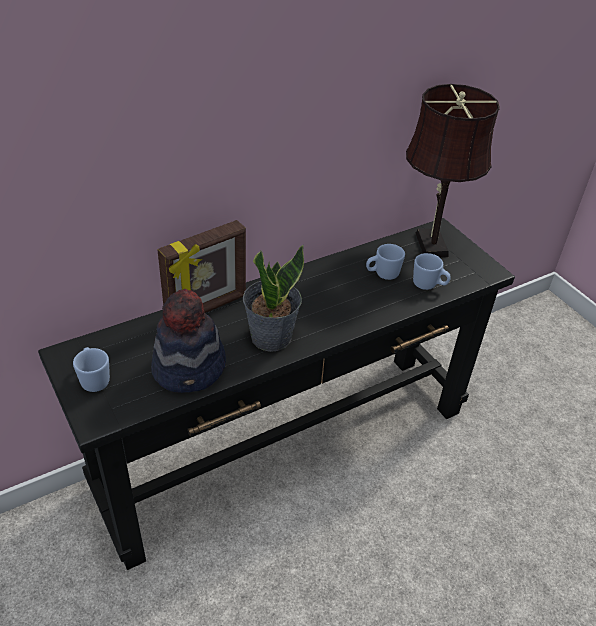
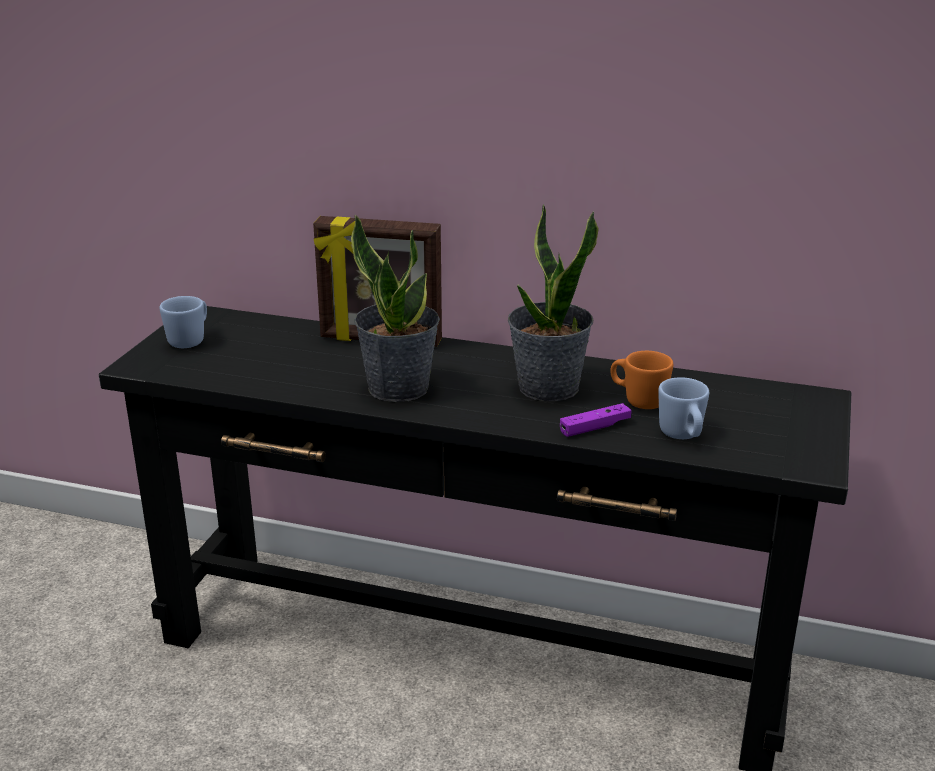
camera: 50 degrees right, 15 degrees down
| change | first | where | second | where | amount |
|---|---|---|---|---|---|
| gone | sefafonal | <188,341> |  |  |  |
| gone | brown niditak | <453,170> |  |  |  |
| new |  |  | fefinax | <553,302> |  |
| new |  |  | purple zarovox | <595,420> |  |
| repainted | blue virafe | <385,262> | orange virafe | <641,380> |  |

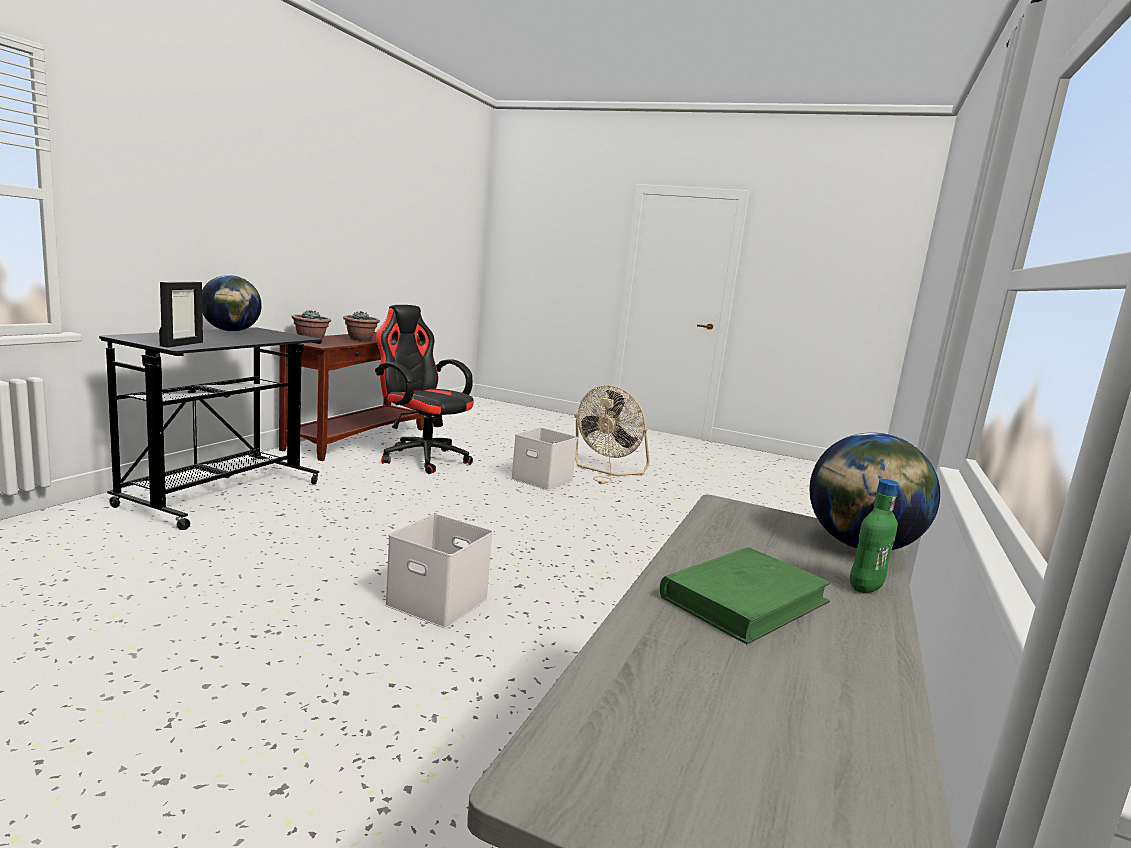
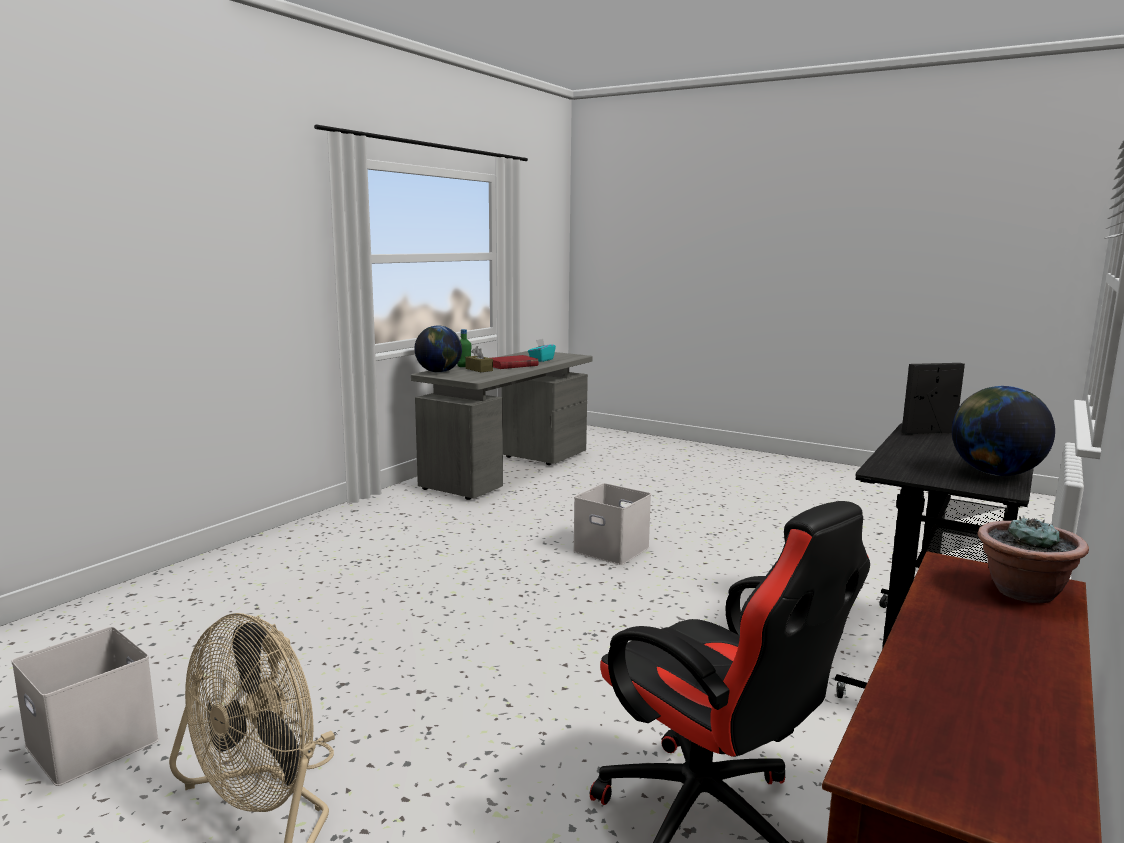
camera: 170 degrees left, 0 degrees up
| change | first | where | second | where | amount |
|---|---|---|---|---|---|
| gone | fefinax | <361,326> |  |  |  |
| new |  |  | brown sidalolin | <479,359> |  |
| new |  |  | turquoise sidalolin | <542,350> |  |
| shifted | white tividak | <544,459> |  | <85,706> |  |
| repainted | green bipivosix | <745,596> | red bipivosix | <515,362> |  |
| rotated | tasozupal | <181,314> |  | <933,398> | 60 degrees clockwise |

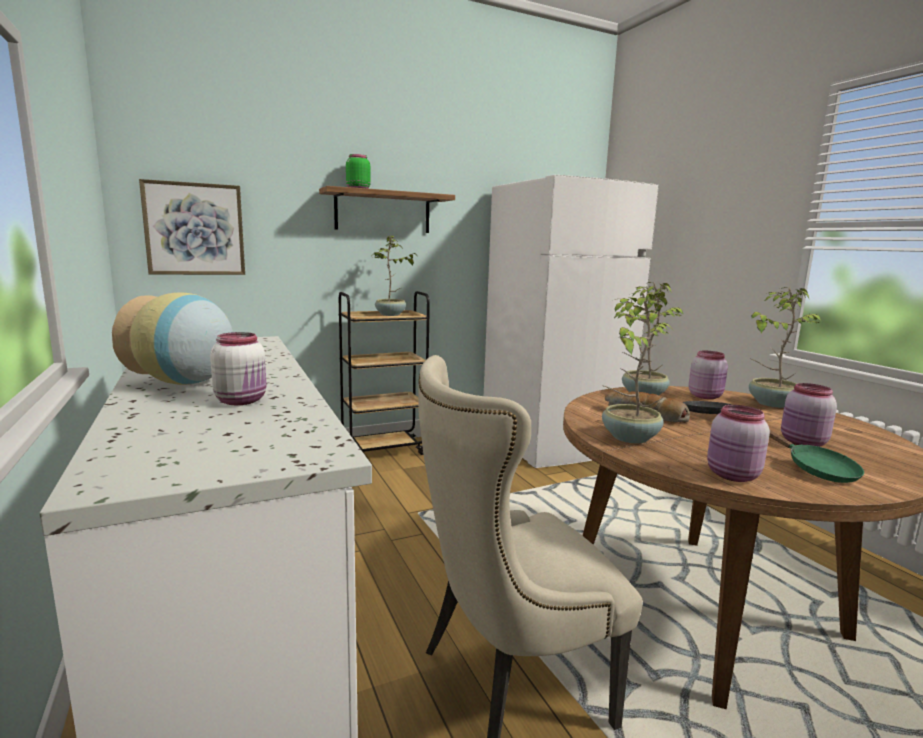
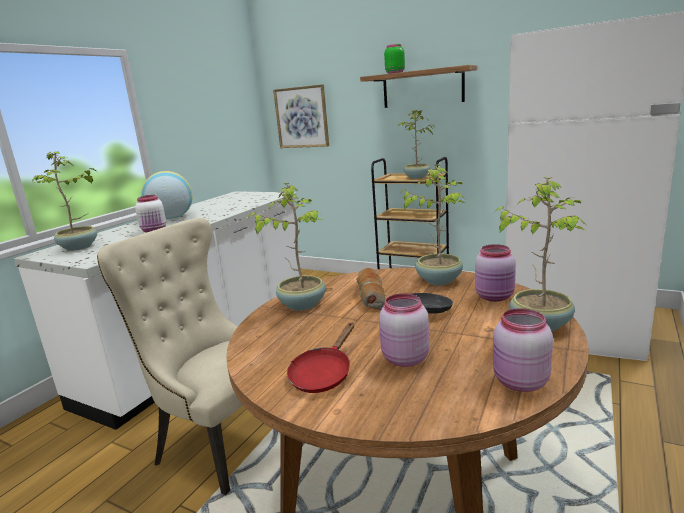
camera: 55 degrees right, 5 degrees up
| change | first | where | second | where | amount |
|---|---|---|---|---|---|
| new |  |  | fefinax | <64,201> |  |
| shifted | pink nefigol | <738,443> |  | <523,350> |  |
| repainted | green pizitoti | <816,456> | red pizitoti | <320,357> |  |

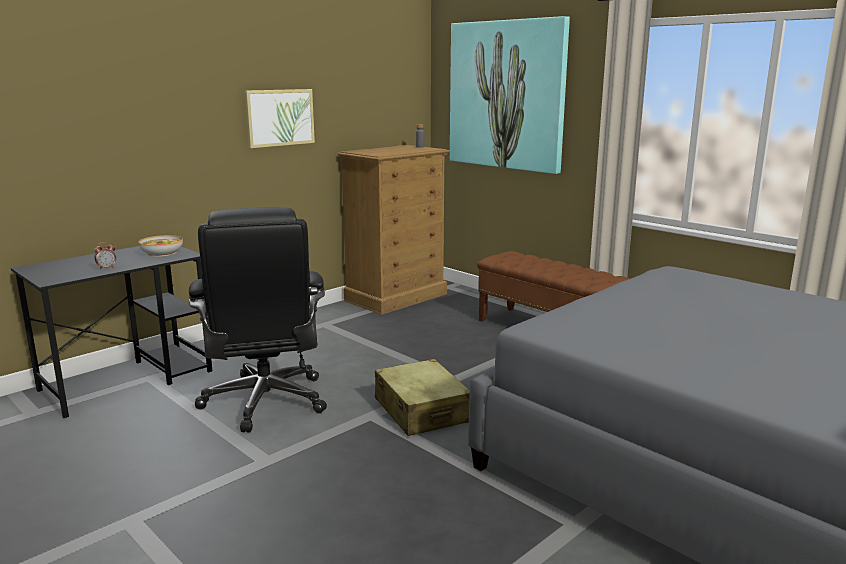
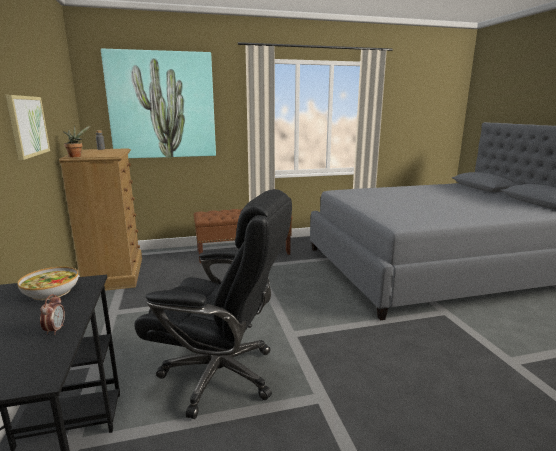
camera: 60 degrees left, 0 degrees up
| change | first | where | second | where | amount |
|---|---|---|---|---|---|
| gone | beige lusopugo | <422,397> |  |  |  |
| new |  |  | fefinax | <77,141> |  |

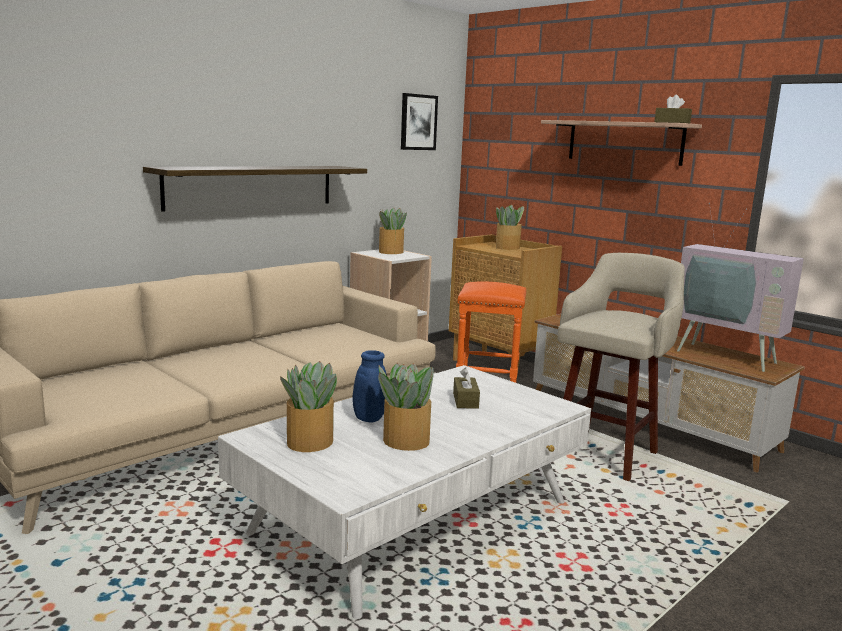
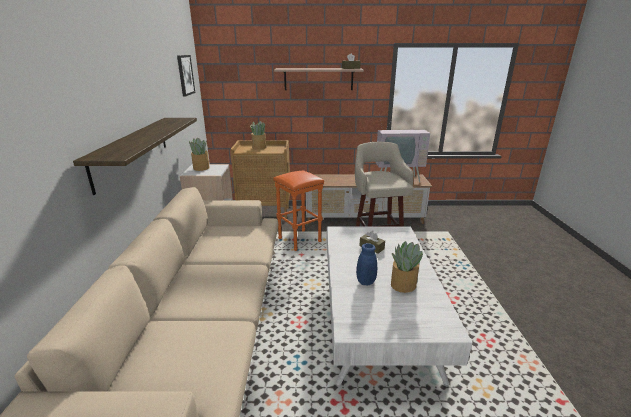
camera: 45 degrees left, 10 degrees up
| change | first | where | second | where | amount |
|---|---|---|---|---|---|
| gone | fefinax | <308,406> |  |  |  |

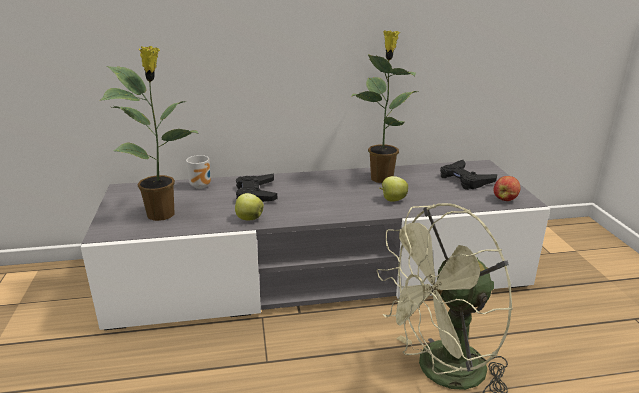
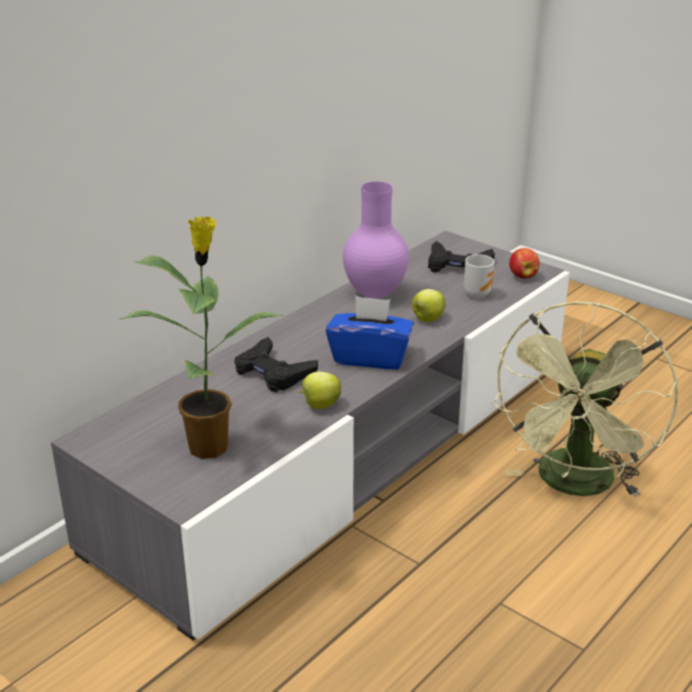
camera: 40 degrees left, 5 degrees up
| change | first | where | second | where | amount |
|---|---|---|---|---|---|
| new |  |  | blue sidalolin | <370,332> |  |
| shifted | virafe | <198,172> |  | <479,276> |  |
| swapped | fefinax | <385,106> | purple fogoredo | <376,240> |  |

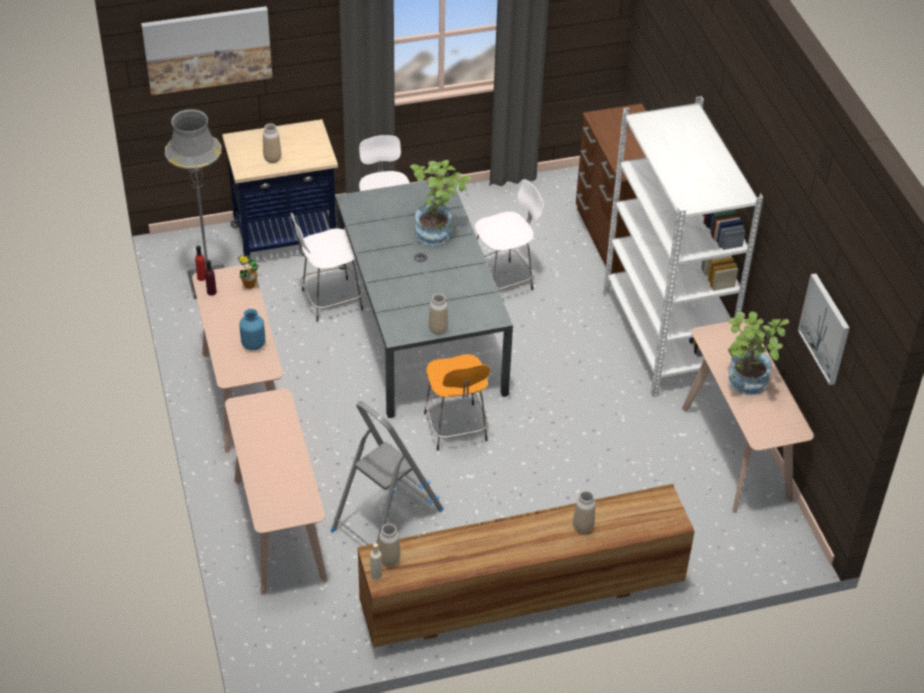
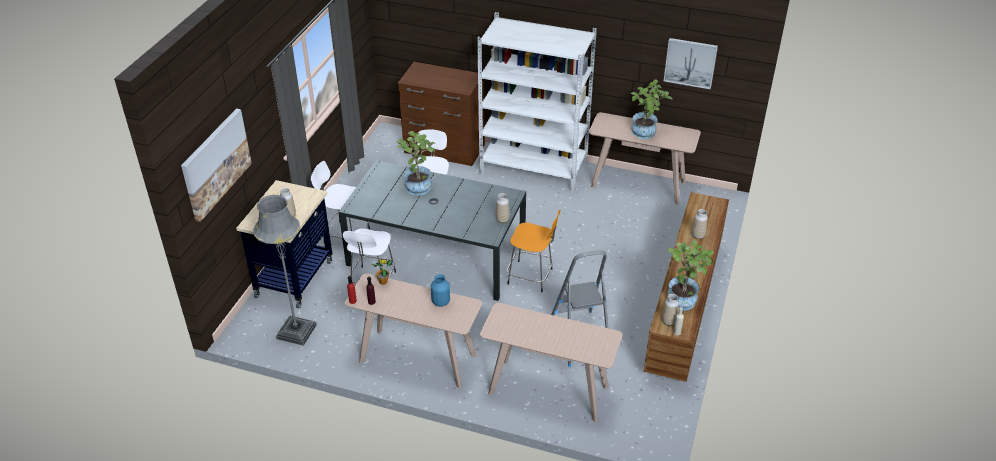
camera: 55 degrees left, 5 degrees down
| change | first | where | second | where | amount |
|---|---|---|---|---|---|
| new |  |  | fefinax | <690,276> |  |

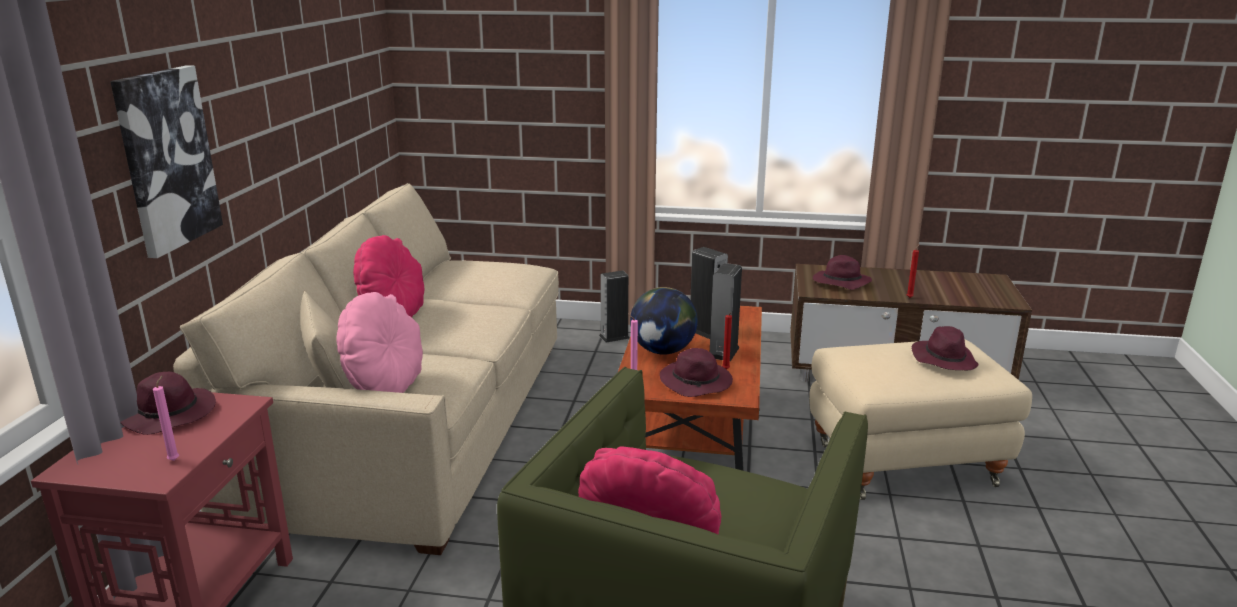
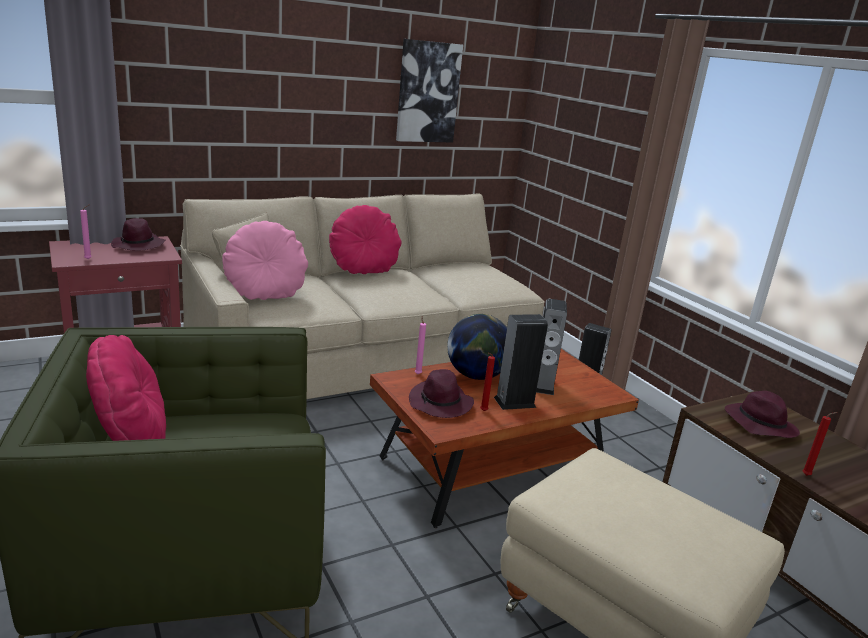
camera: 50 degrees right, 0 degrees up
| change | first | where | second | where | amount |
|---|---|---|---|---|---|
| gone | purple sefafonal | <945,348> |  |  |  |
| shifted | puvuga | <166,161> |  | <429,91> |  |

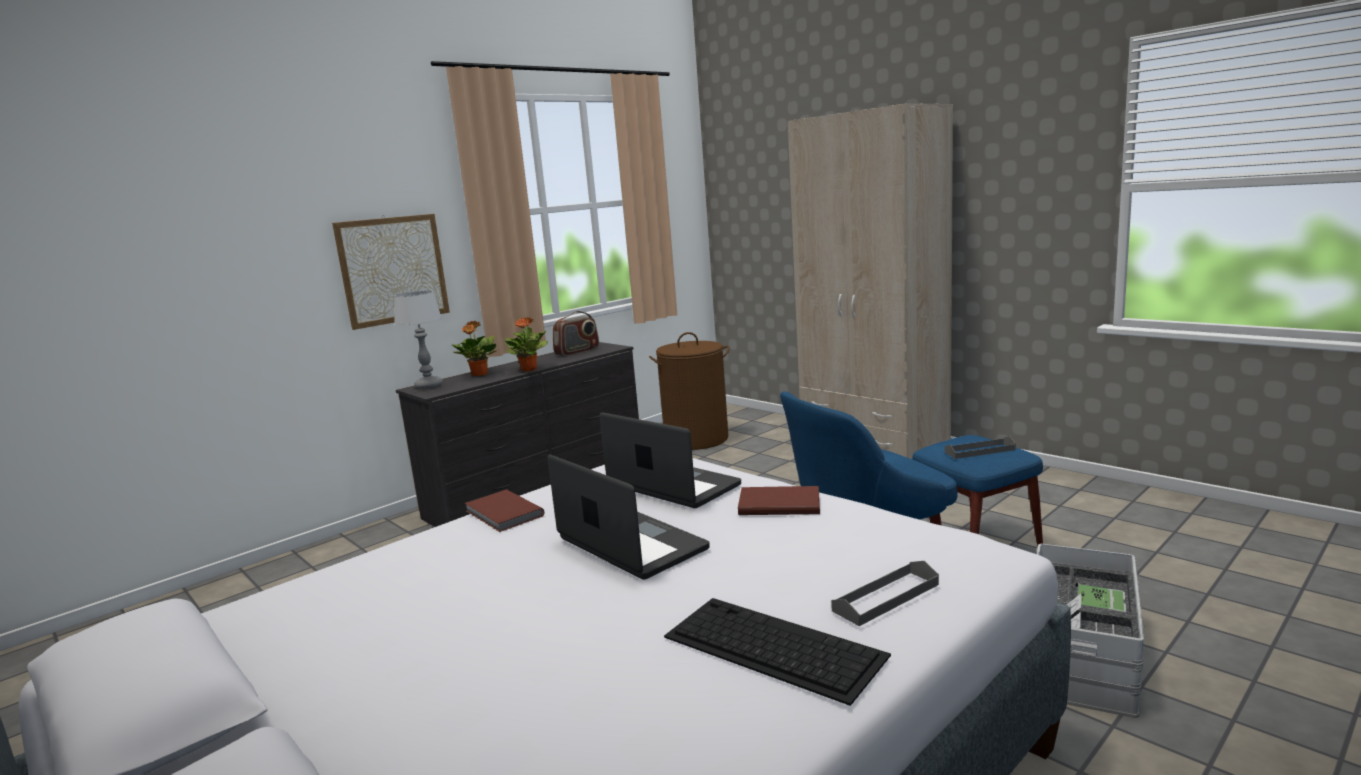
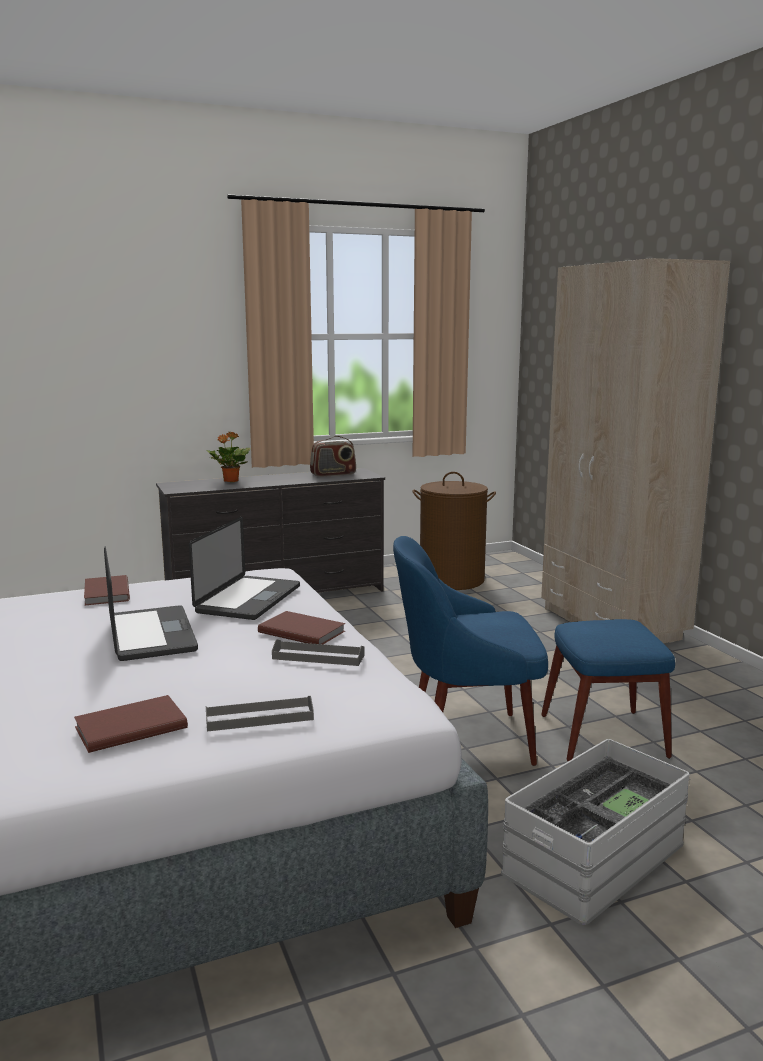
camera: 20 degrees right, 0 degrees up
| change | first | where | second | where | amount |
|---|---|---|---|---|---|
| gone | puvuga | <391,272> |  |  |  |
| gone | niditak | <418,340> |  |  |  |
| gone | fefinax | <526,344> |  |  |  |
| shifted | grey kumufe | <980,447> |  | <318,652> |  |
| swapped | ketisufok | <777,652> | brown bipivosix | <131,724> |  |
| rotated | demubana | <670,460> |  | <244,568> | 45 degrees clockwise |

